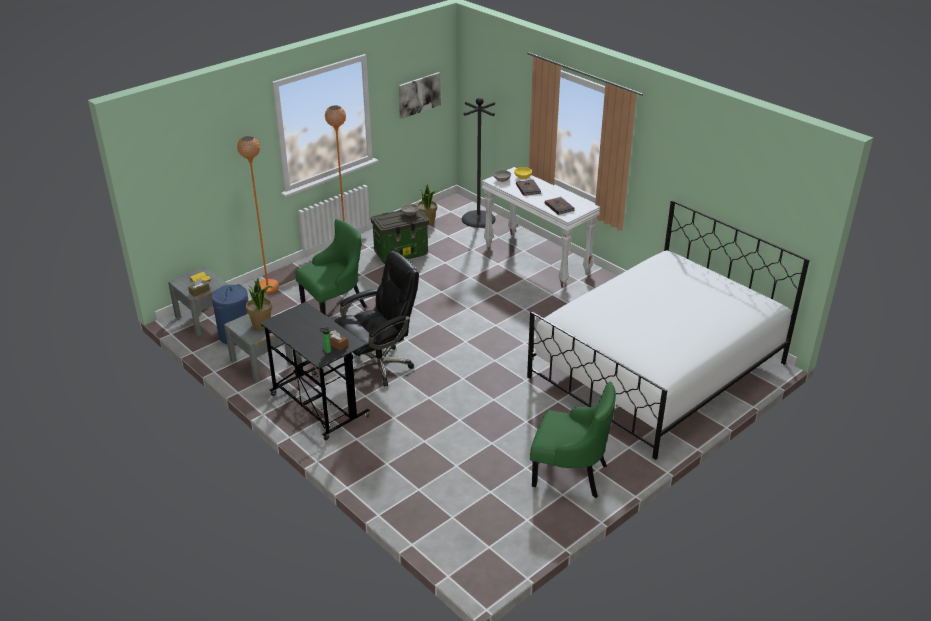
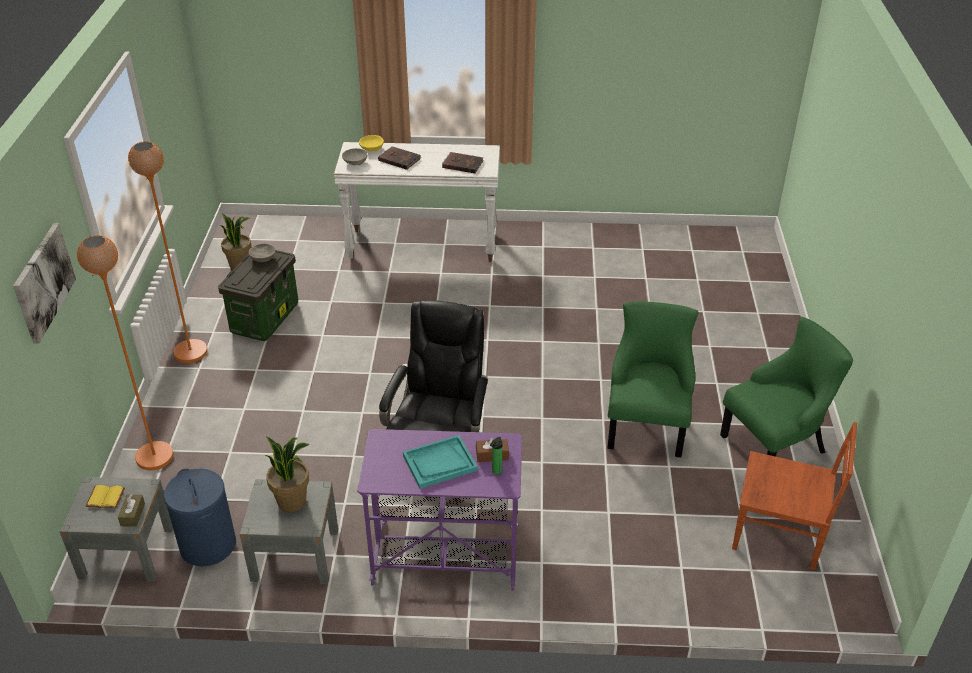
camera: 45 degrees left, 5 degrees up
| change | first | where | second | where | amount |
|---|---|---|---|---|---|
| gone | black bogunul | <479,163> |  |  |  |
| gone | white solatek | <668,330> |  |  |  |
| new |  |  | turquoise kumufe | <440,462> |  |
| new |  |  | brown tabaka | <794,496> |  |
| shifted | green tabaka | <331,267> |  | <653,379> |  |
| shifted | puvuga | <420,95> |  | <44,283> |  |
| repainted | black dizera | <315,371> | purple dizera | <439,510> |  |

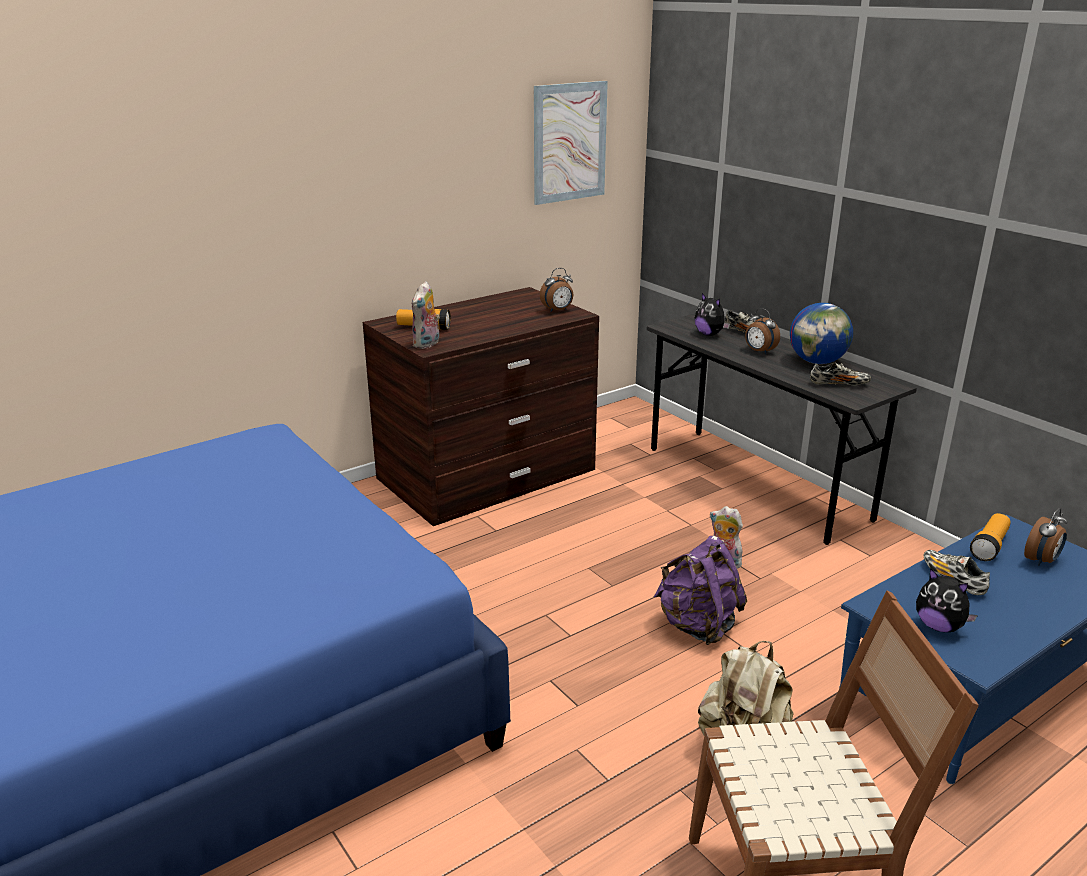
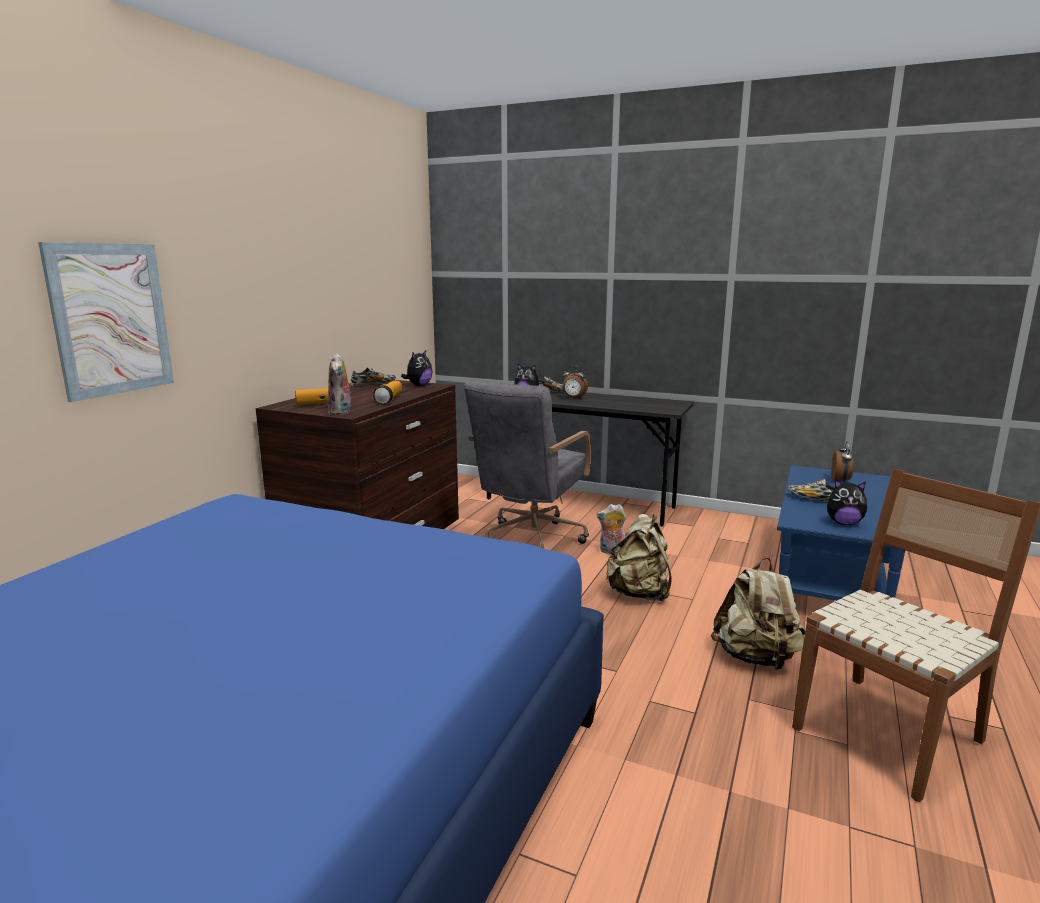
camera: 30 degrees left, 10 degrees down
| change | first | where | second | where | amount |
|---|---|---|---|---|---|
| gone | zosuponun | <821,333> |  |  |  |
| new |  |  | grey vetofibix | <527,464> |  |
| shifted | puvuga | <571,143> |  | <106,322> |  |
| shifted | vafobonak | <840,374> |  | <373,377> |  |
| shifted | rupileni | <990,537> |  | <387,392> |  |
| swapped | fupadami | <556,290> | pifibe | <417,368> |  |
| repainted | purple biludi | <700,590> | beige biludi | <639,558> |  |

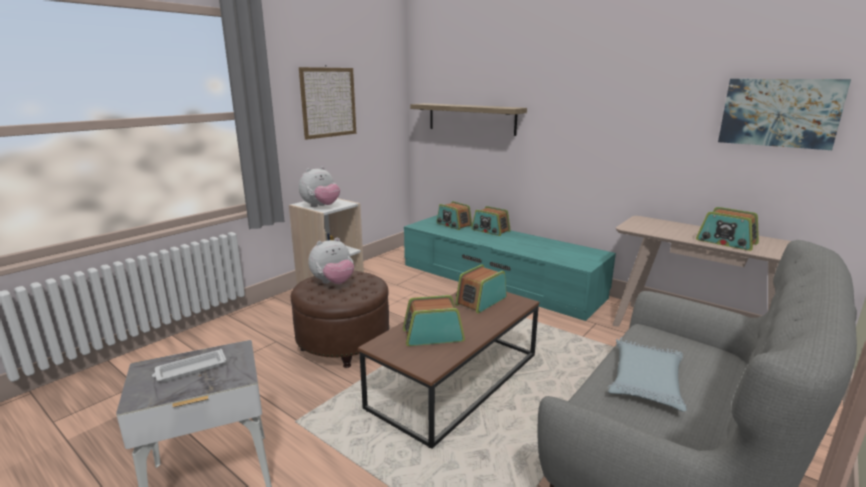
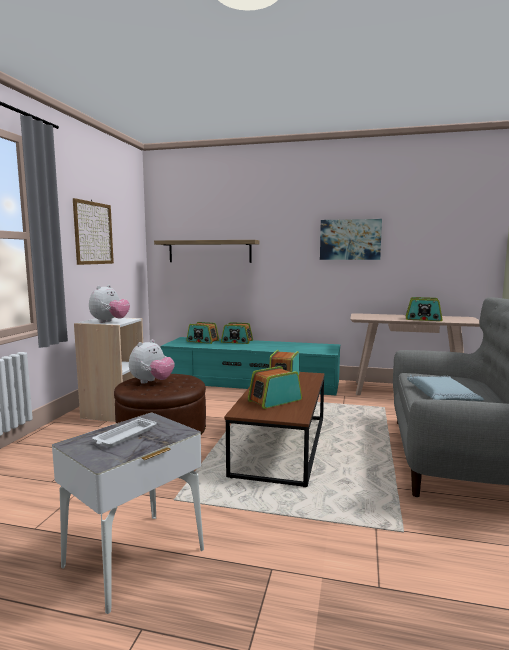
camera: 25 degrees left, 10 degrees down
| change | first | where | second | where | amount |
|---|---|---|---|---|---|
| shifted | puvuga | <784,114> |  | <351,239> |  |

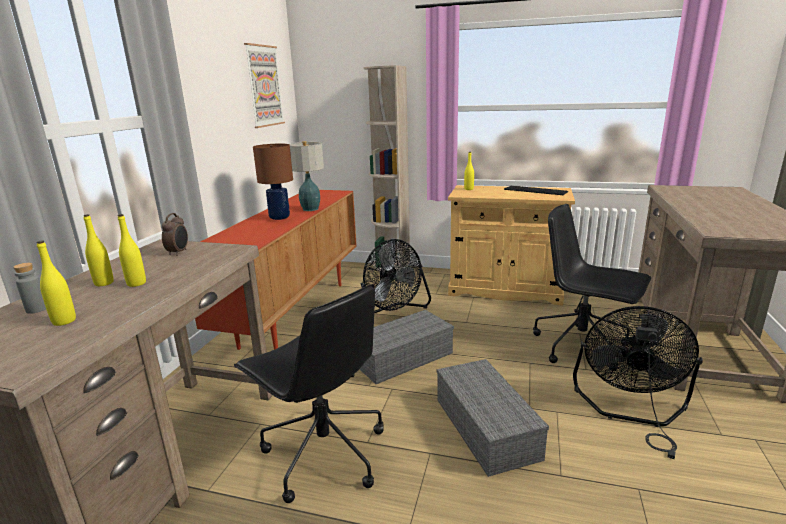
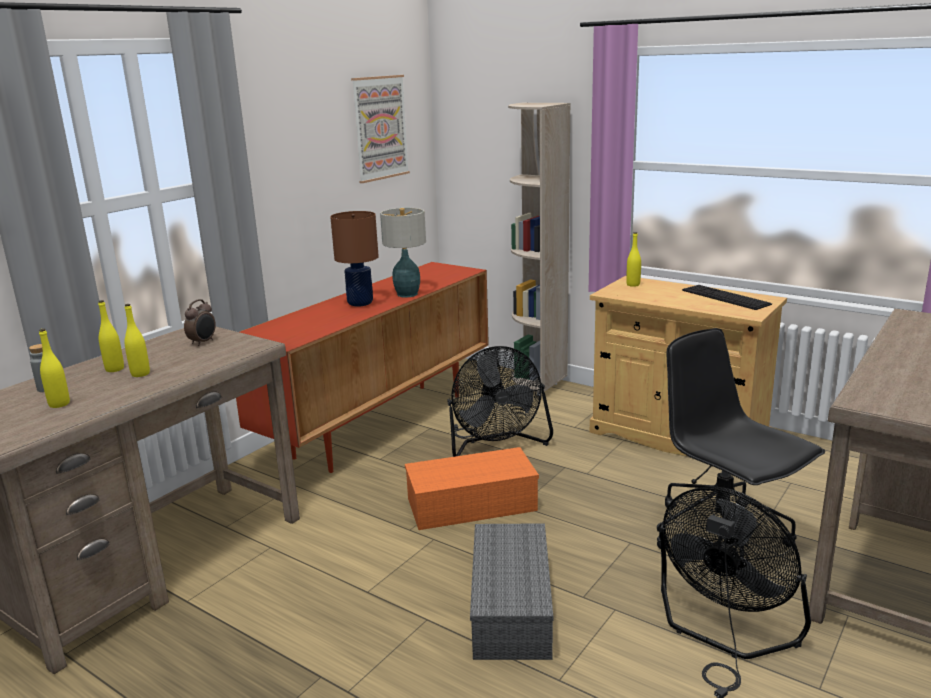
camera: 20 degrees right, 0 degrees up
| change | first | where | second | where | amount |
|---|---|---|---|---|---|
| gone | black vetofibix | <309,393> |  |  |  |
| repainted | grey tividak | <406,347> | orange tividak | <472,488> |  |

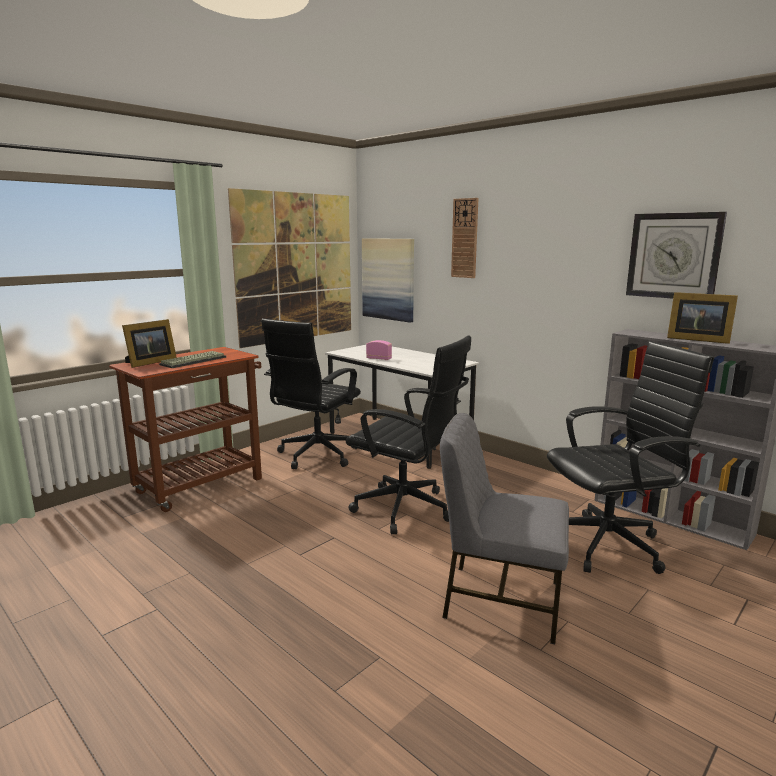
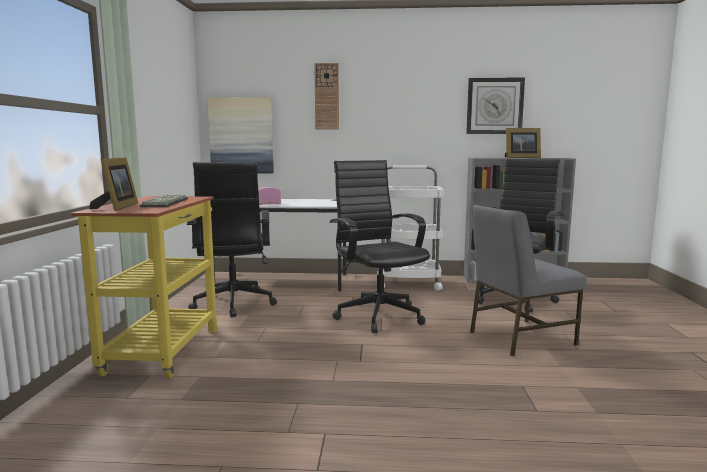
camera: 40 degrees left, 5 degrees down
| change | first | where | second | where | amount |
|---|---|---|---|---|---|
| gone | puvuga | <289,268> |  |  |  |
| new |  |  | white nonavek | <410,228> |  |
| repainted | brown nonavek | <185,429> | yellow nonavek | <144,287> |  |
| rotated | black vetofibix | <408,435> |  | <379,246> | 105 degrees counterclockwise |

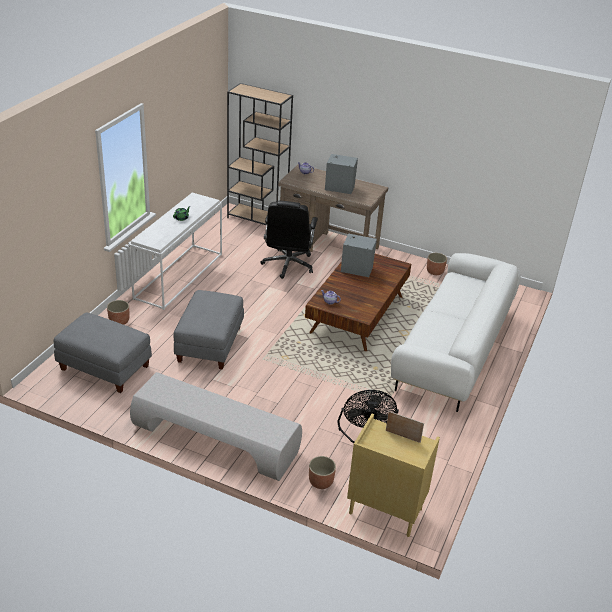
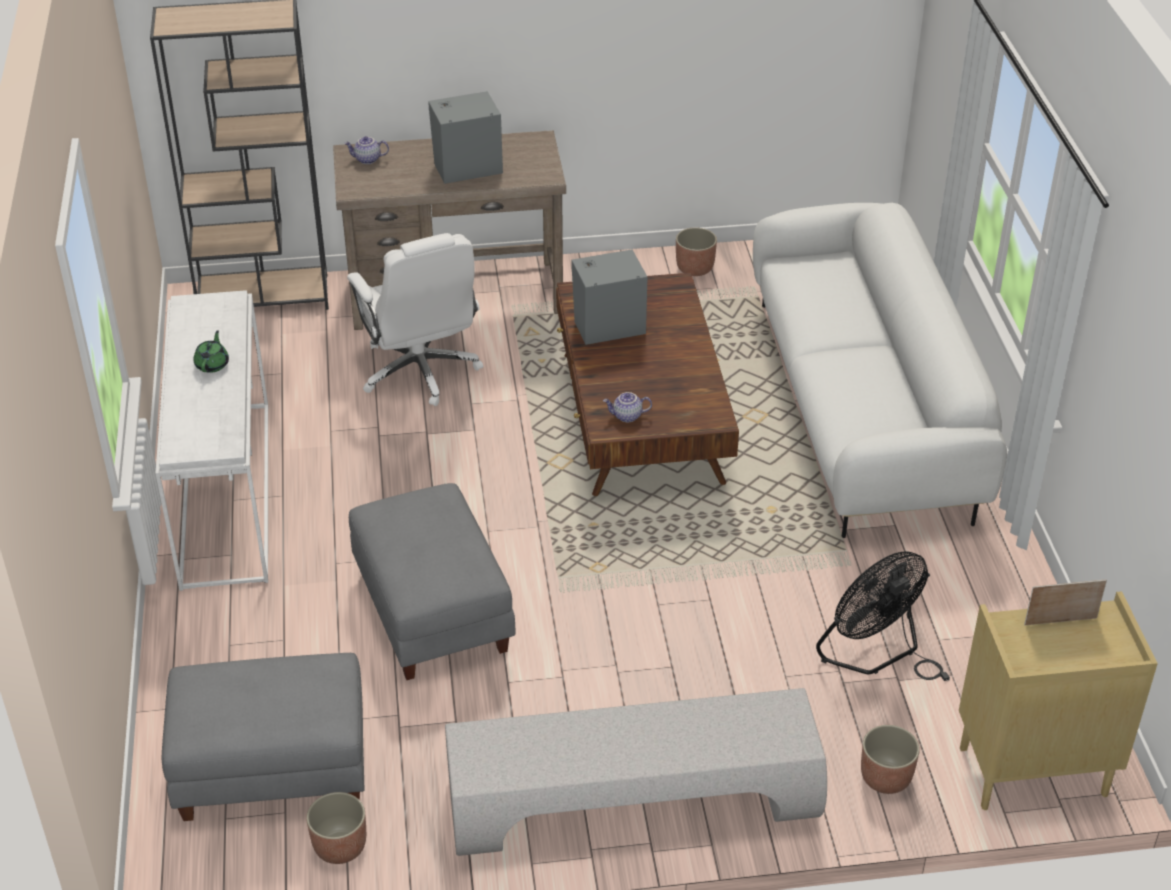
camera: 30 degrees left, 5 degrees up
| change | first | where | second | where | amount |
|---|---|---|---|---|---|
| shifted | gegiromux | <118,312> |  | <336,828> |  |
| repainted | black vetofibix | <289,240> | white vetofibix | <415,319> |  |

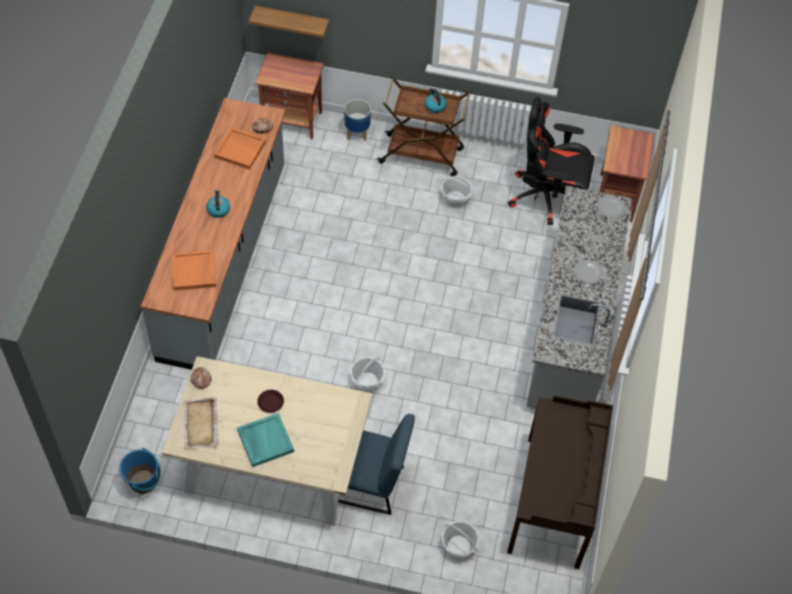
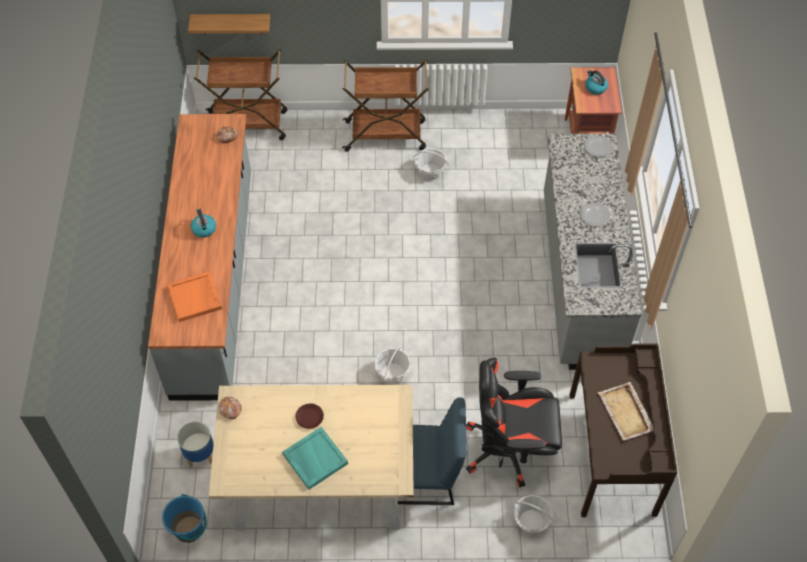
camera: 10 degrees left, 0 degrees up
| change | first | where | second | where | amount |
|---|---|---|---|---|---|
| gone | orange kumufe | <240,148> |  |  |  |
| shifted | beige kumufe | <201,423> |  | <625,411> |  |
| shifted | gegiromux | <357,120> |  | <195,444> |  |
| shifted | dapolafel | <436,100> |  | <596,82> |  |
| shifted | black vetofibix | <551,161> |  | <514,422> |  |
| swapped | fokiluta | <289,96> | brown nonavek | <240,94> |  |

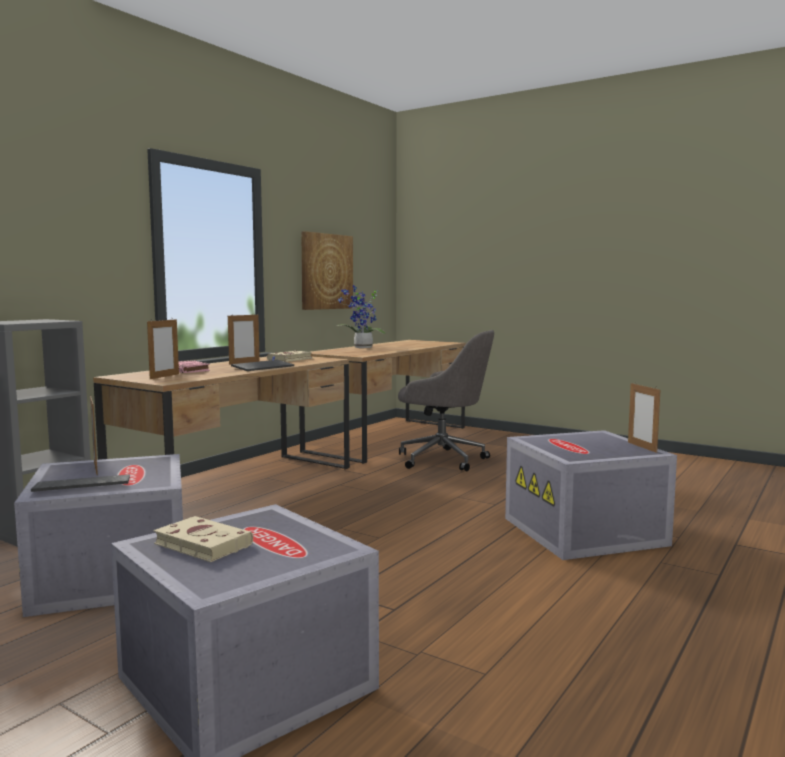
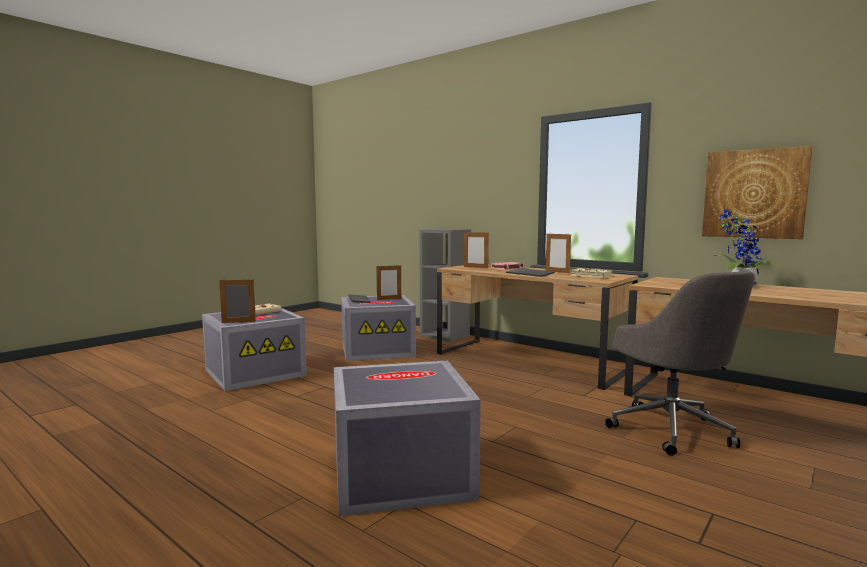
camera: 95 degrees right, 0 degrees up
| change | first | where | second | where | amount |
|---|---|---|---|---|---|
| shifted | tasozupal | <644,418> |  | <237,301> |  |
| rotated | grey vetofibix | <446,400> |  | <680,363> | 45 degrees counterclockwise |

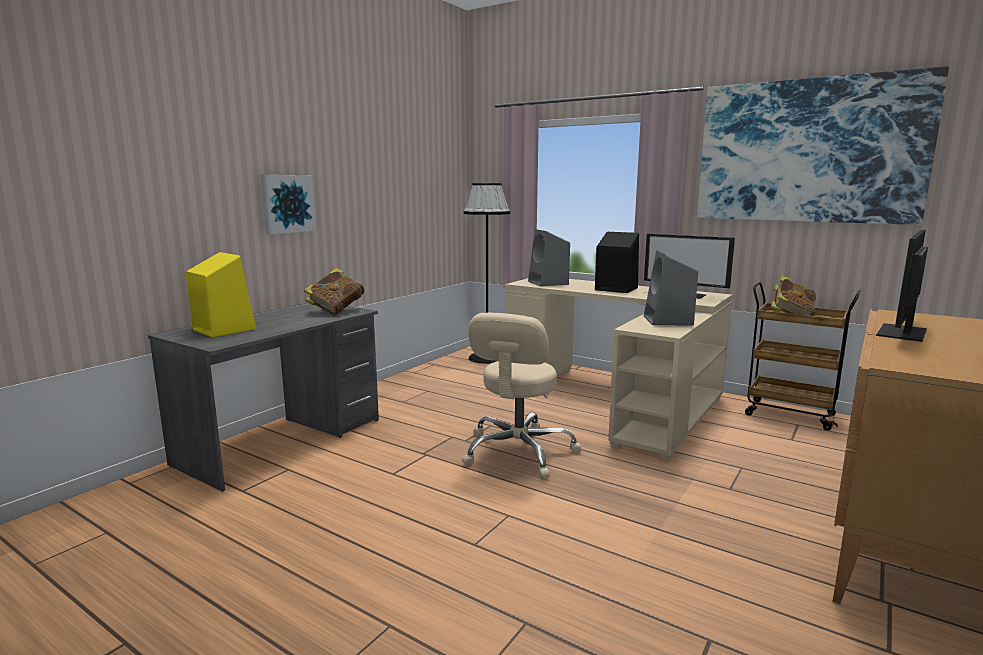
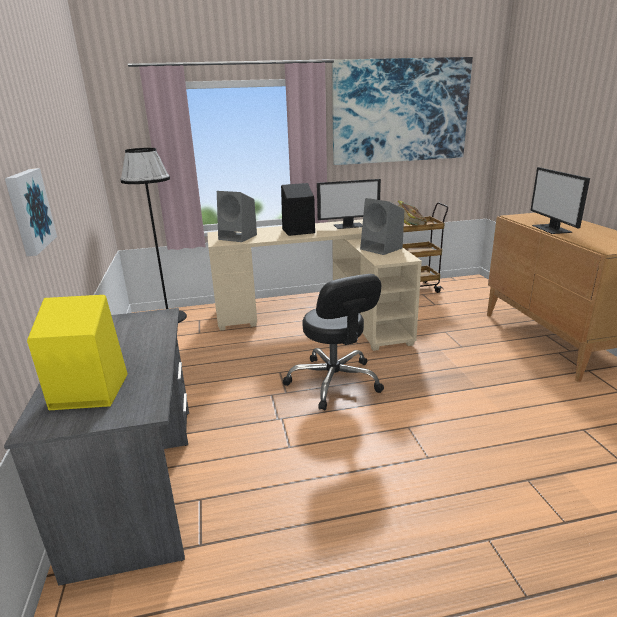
camera: 45 degrees left, 10 degrees up
| change | first | where | second | where | amount |
|---|---|---|---|---|---|
| gone | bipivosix | <334,292> |  |  |  |
| repainted | beige vetofibix | <522,396> | black vetofibix | <333,342> |  |

